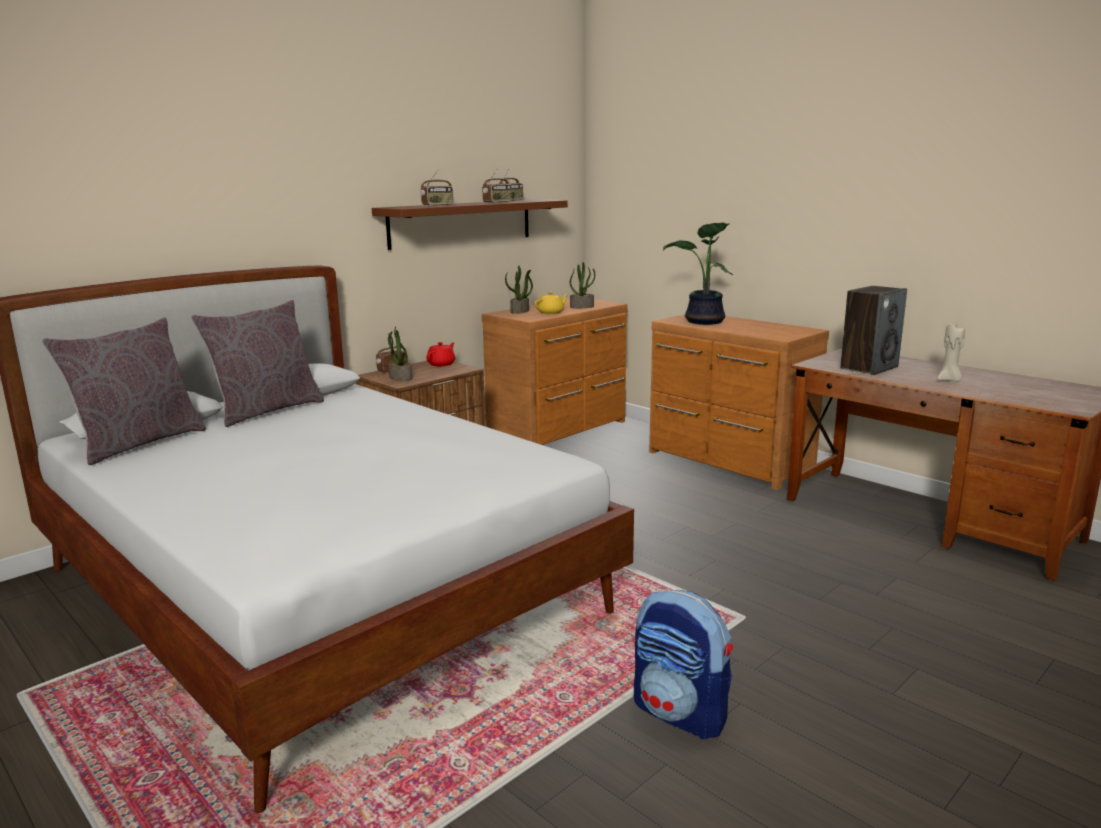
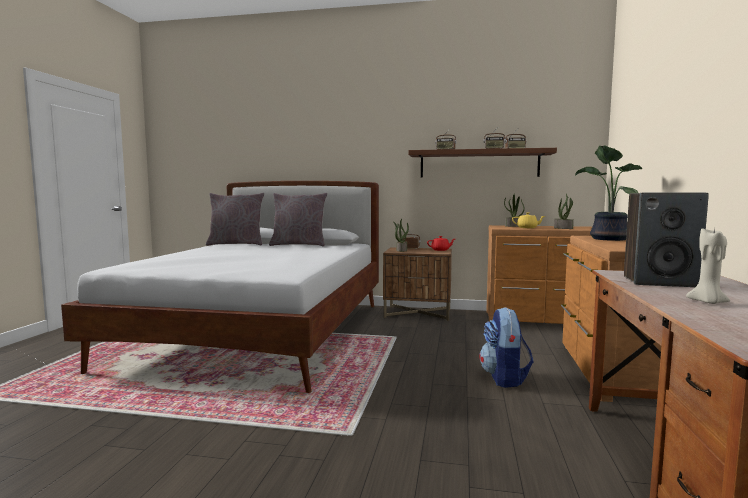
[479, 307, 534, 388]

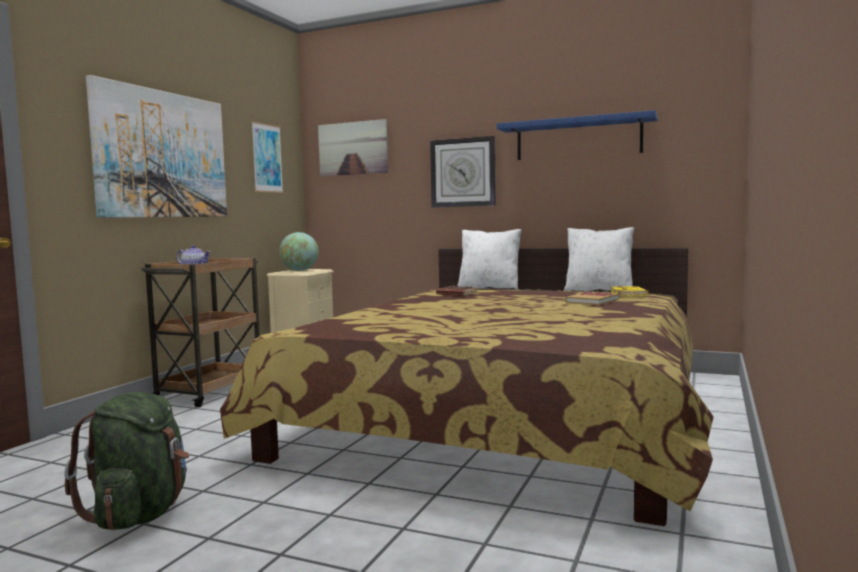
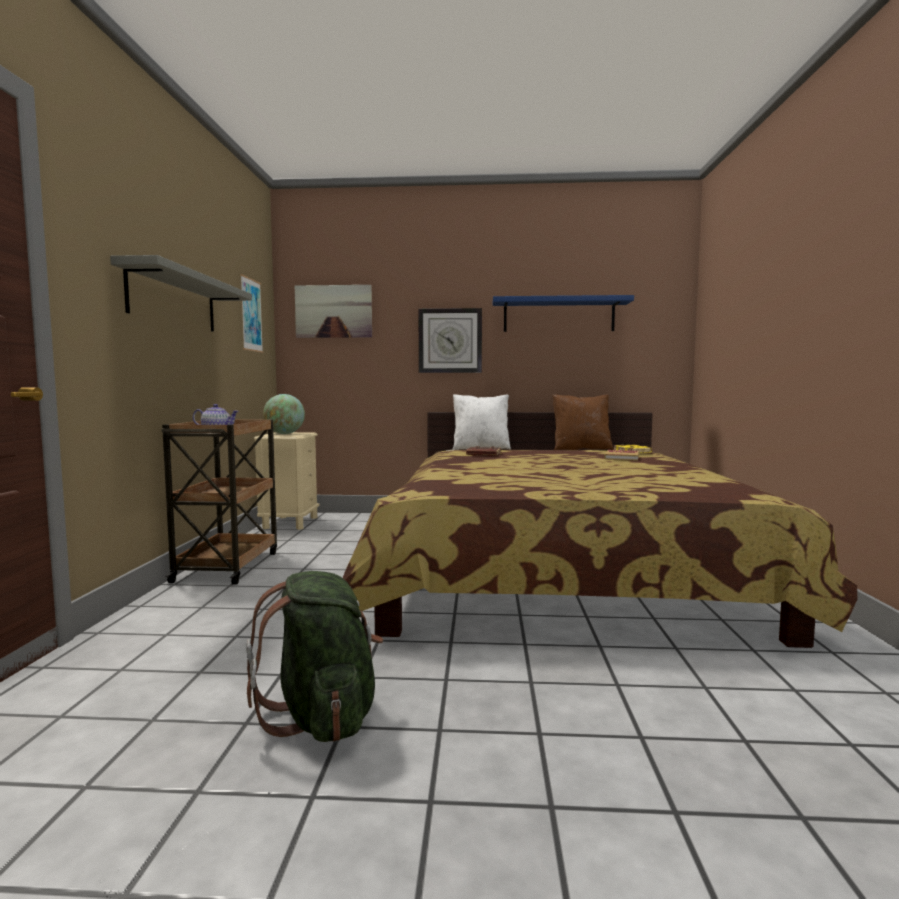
[110, 255, 252, 332]
[552, 394, 614, 450]

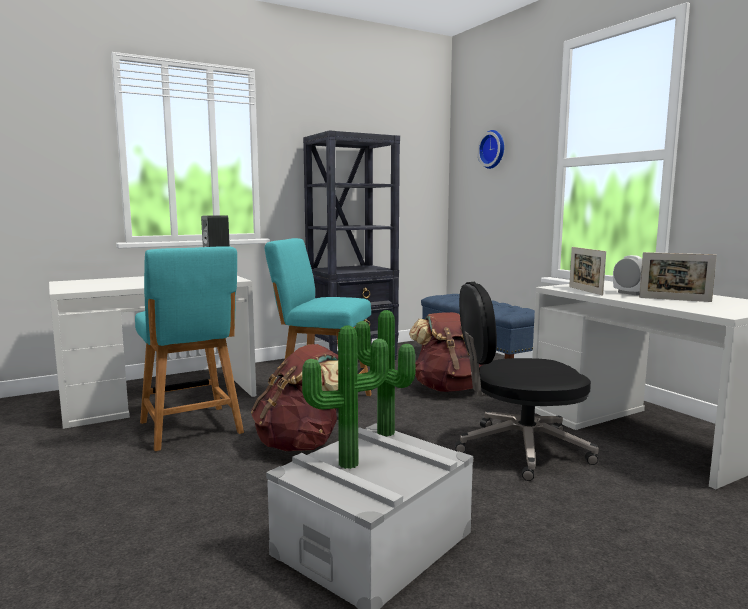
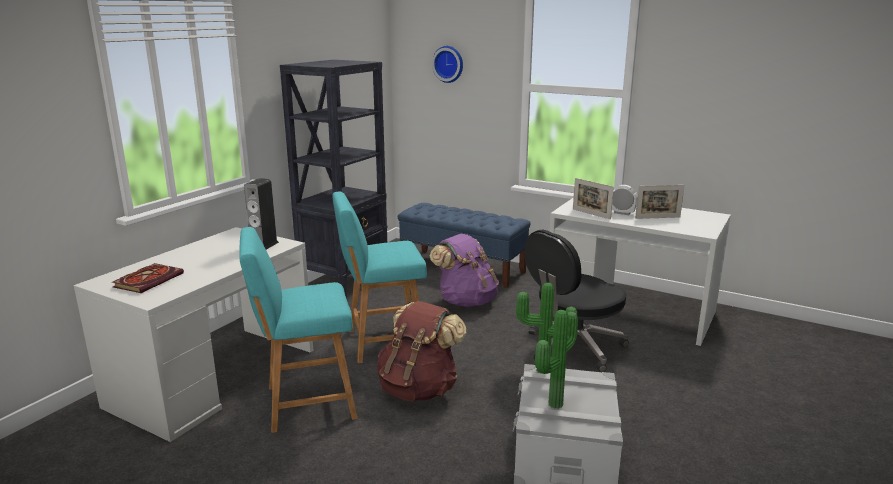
[112, 263, 184, 293]
[430, 234, 499, 307]
[239, 227, 357, 433]

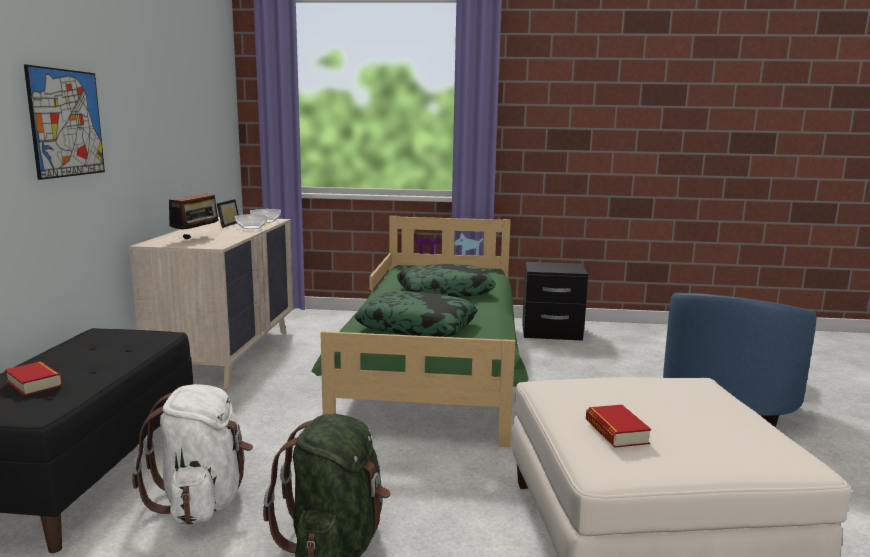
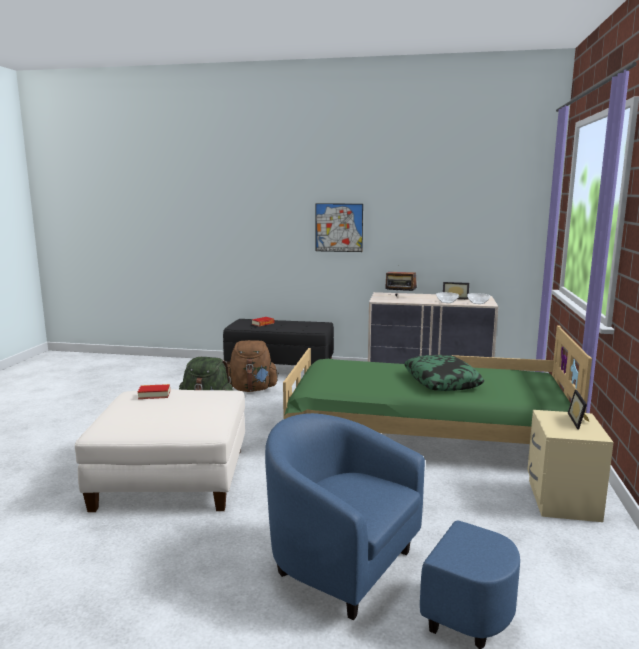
[354, 291, 478, 337] (first image)
[568, 390, 589, 429]
[228, 340, 279, 392]
[527, 410, 614, 522]

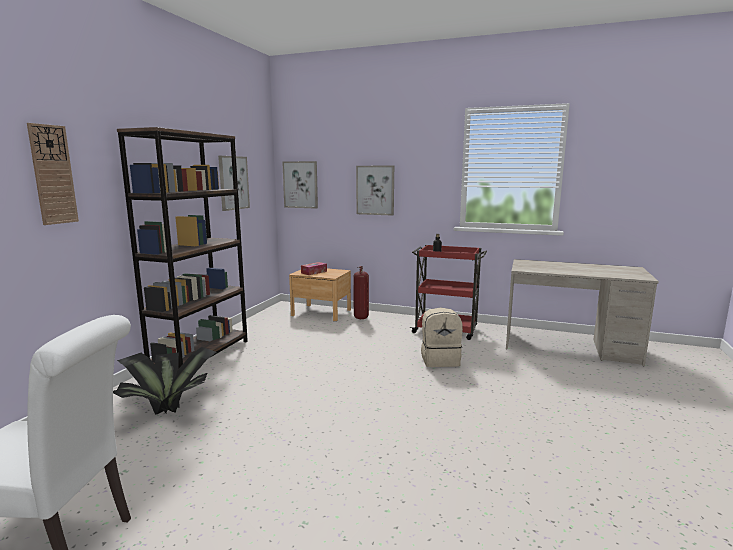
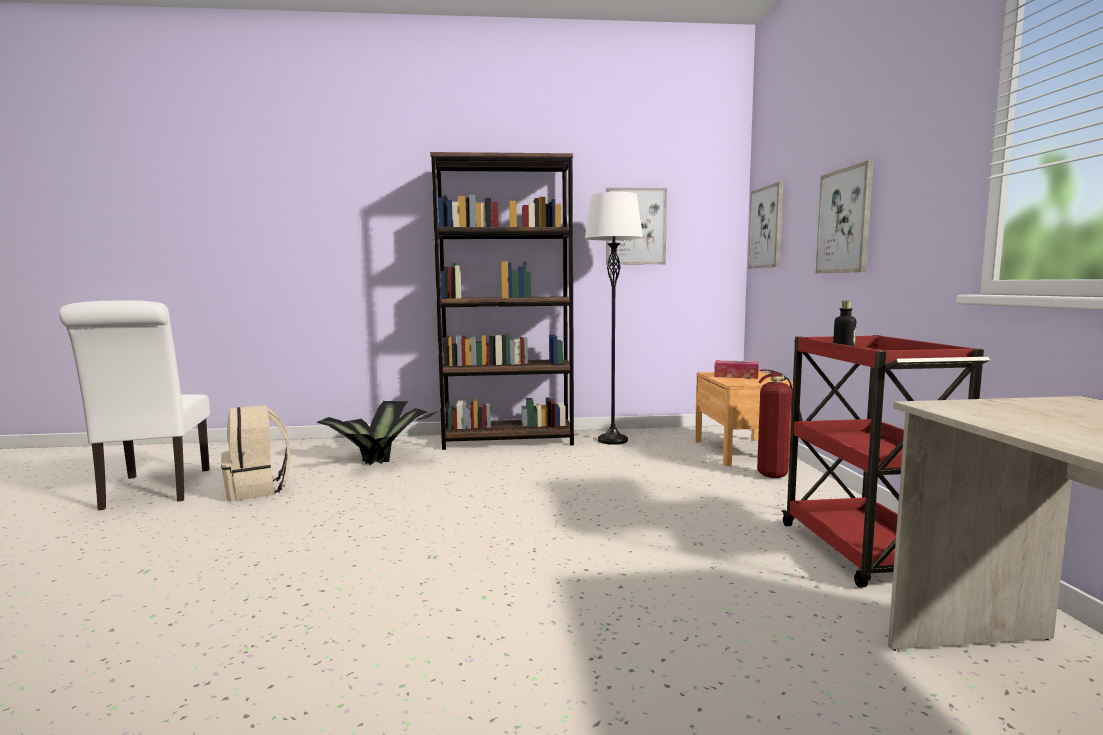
[27, 123, 79, 225] (first image)
[585, 192, 643, 445]
[221, 405, 290, 501]

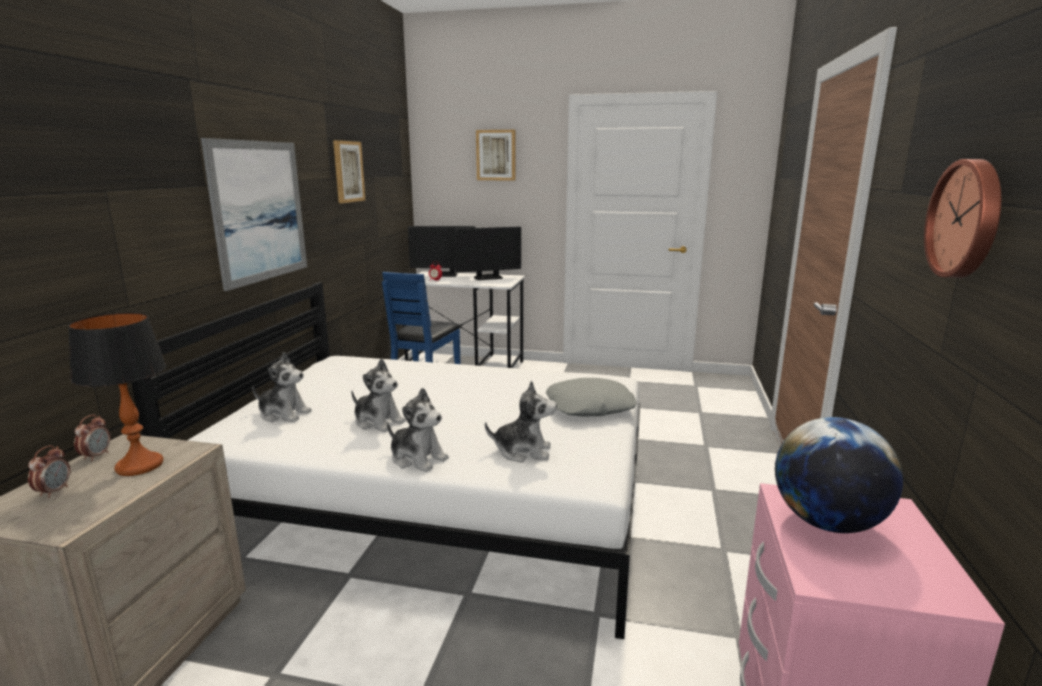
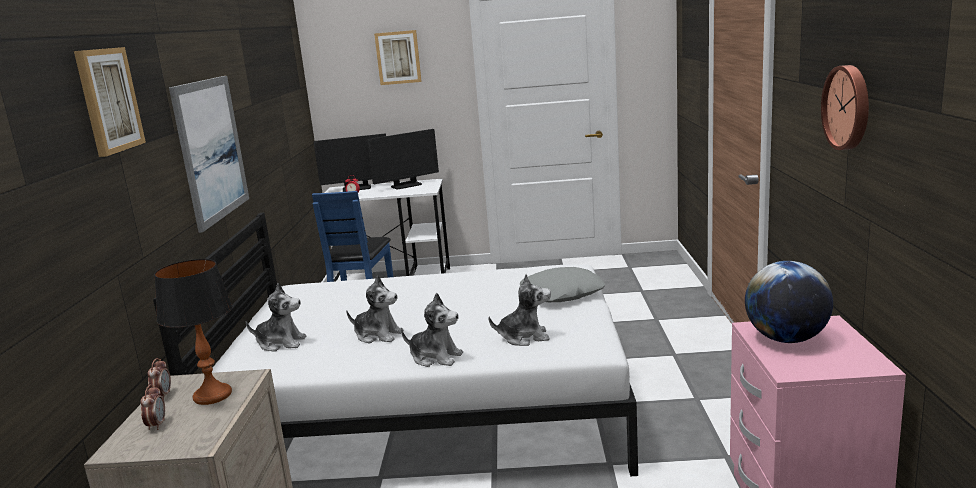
[74, 47, 146, 157]

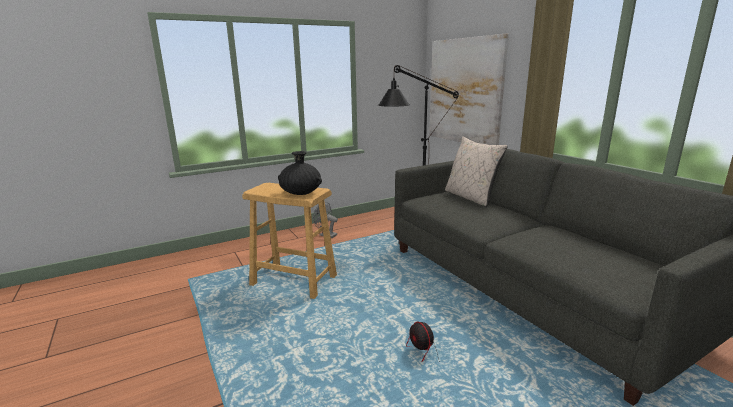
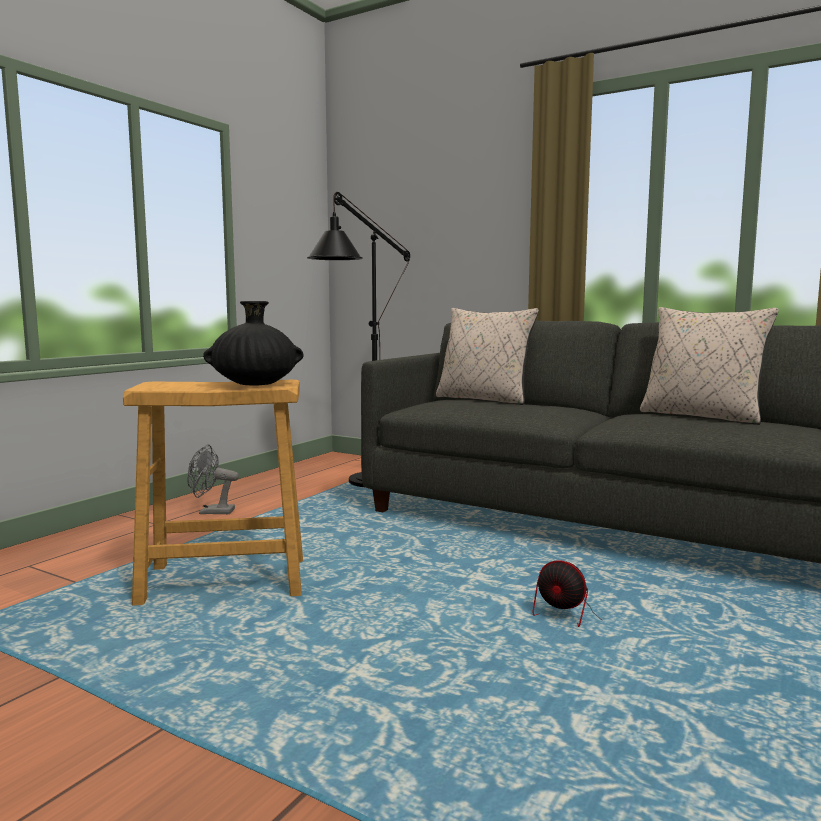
[429, 34, 509, 145] (first image)
[640, 307, 779, 425]

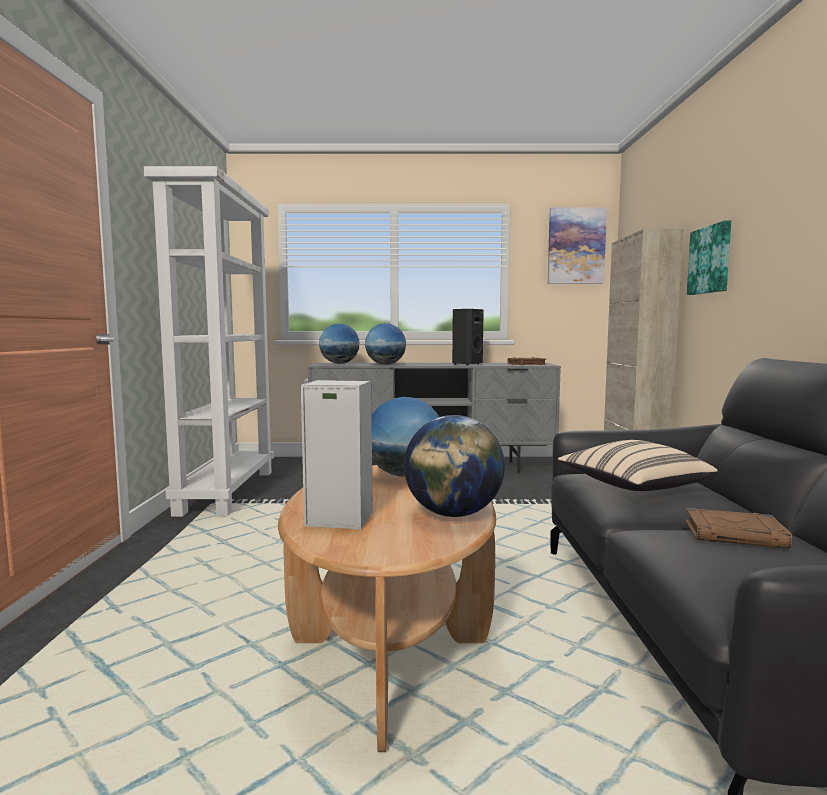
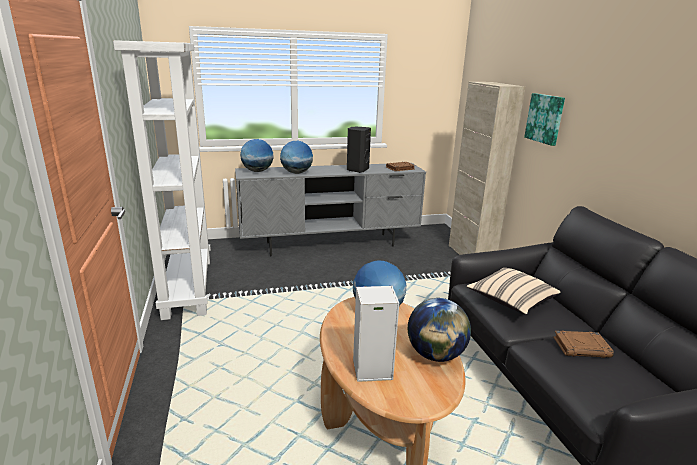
[548, 207, 607, 284] (first image)

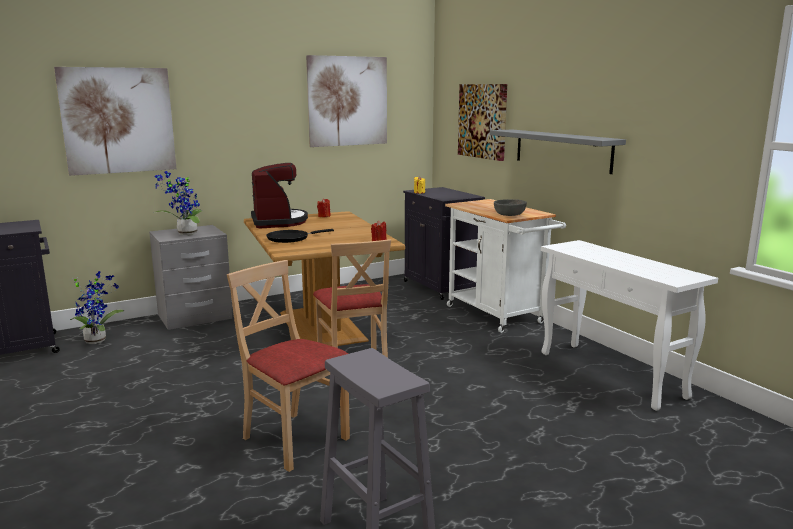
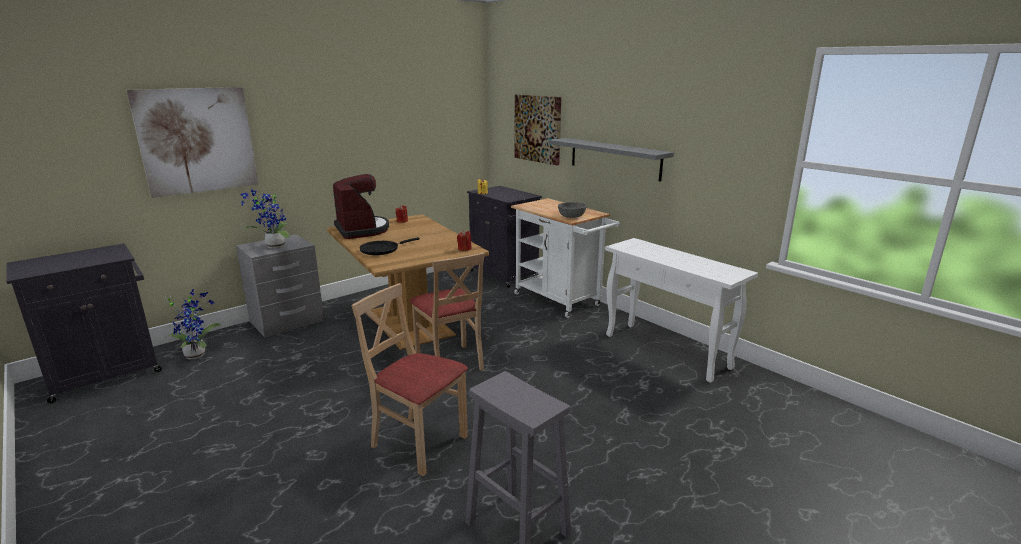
[306, 55, 387, 147] (first image)

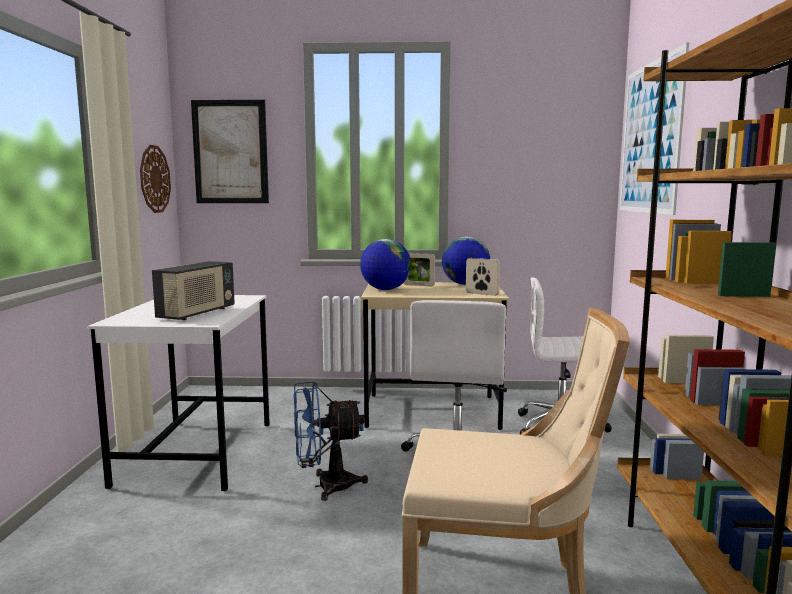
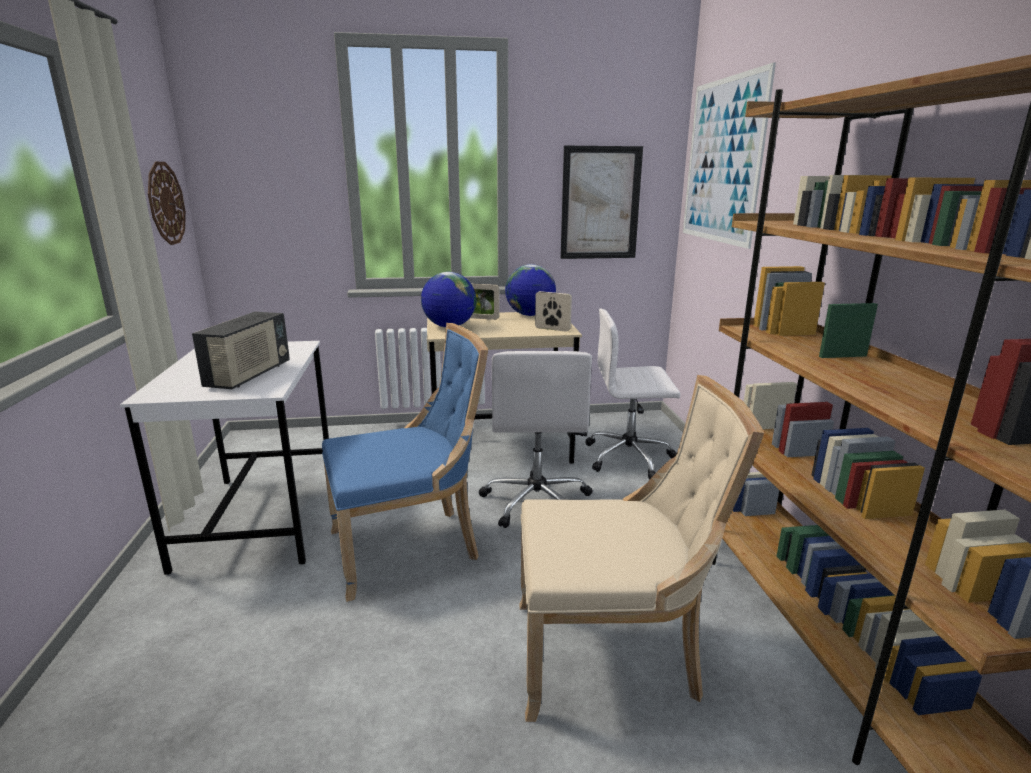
[561, 146, 643, 259]
[322, 323, 488, 602]

